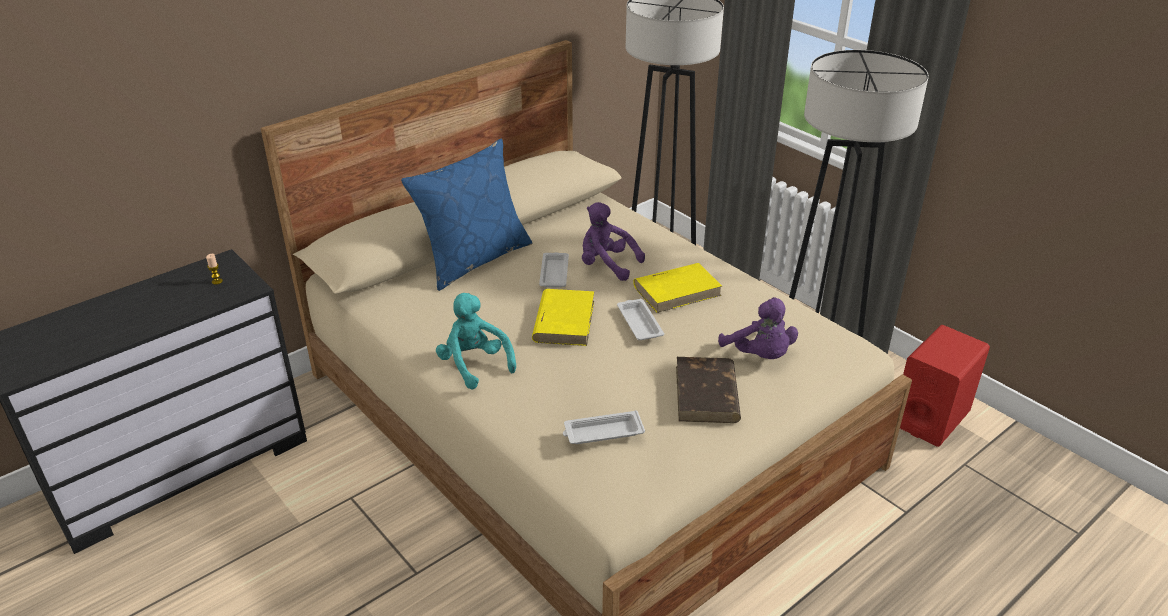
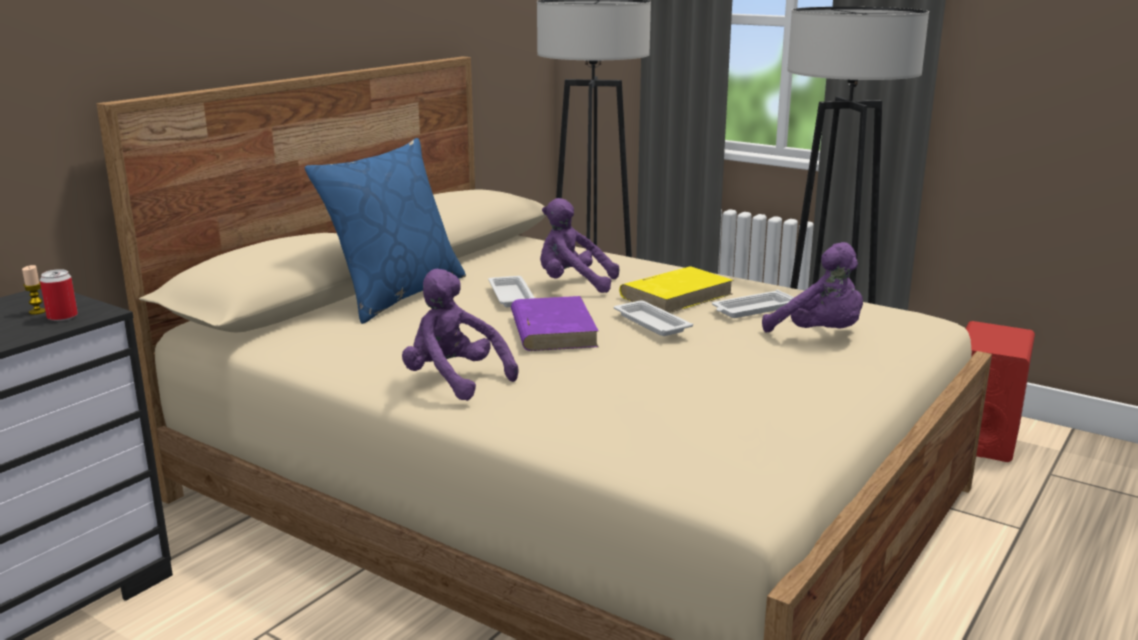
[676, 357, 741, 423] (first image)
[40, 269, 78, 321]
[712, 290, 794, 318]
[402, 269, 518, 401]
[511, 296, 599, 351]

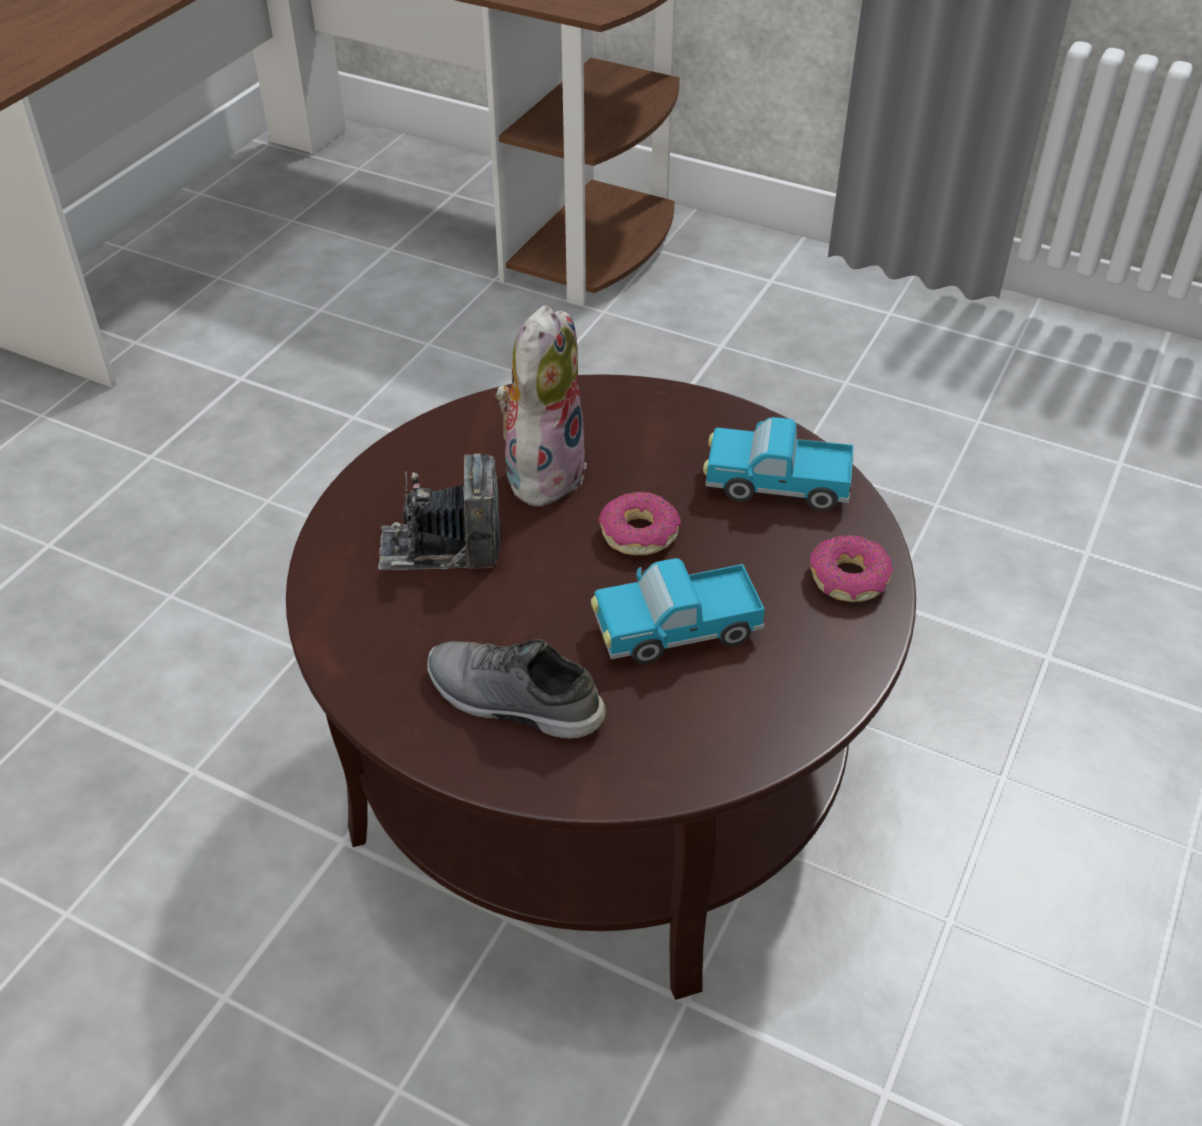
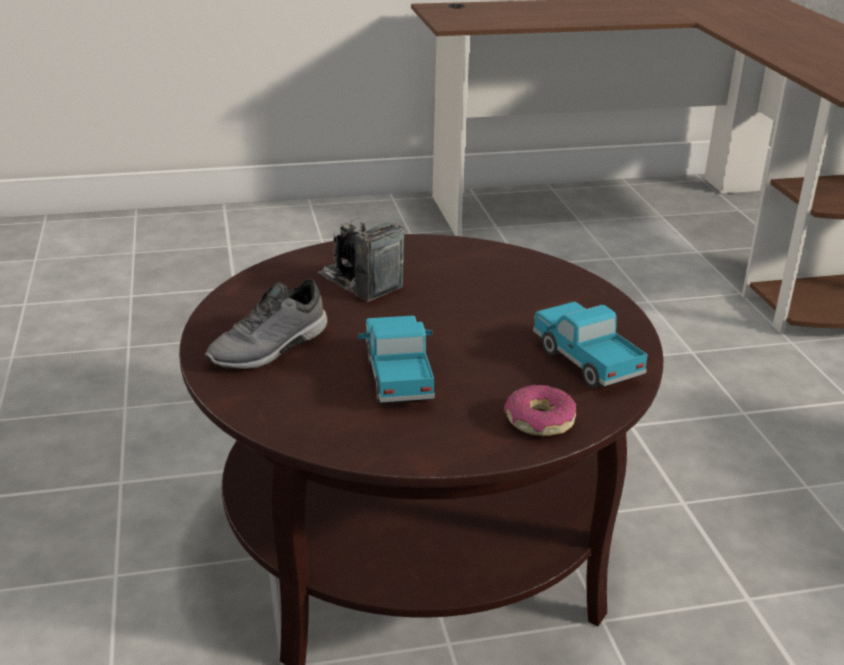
[496, 305, 587, 511] (first image)
[598, 492, 681, 555] (first image)
[205, 279, 328, 370]
[358, 316, 435, 403]

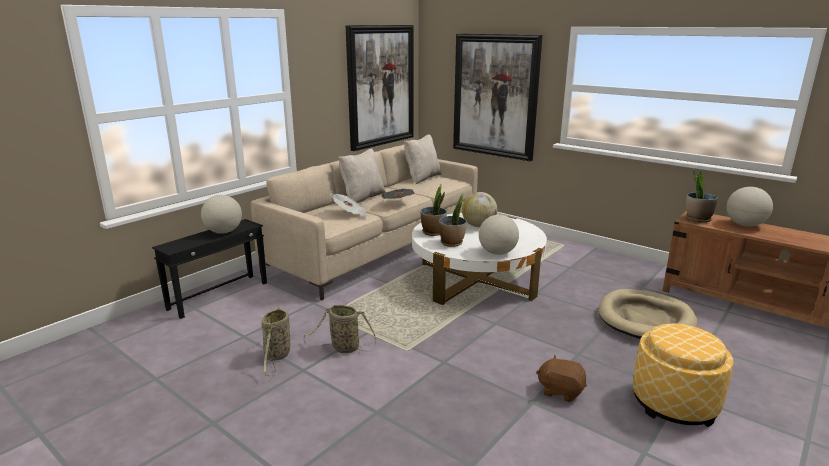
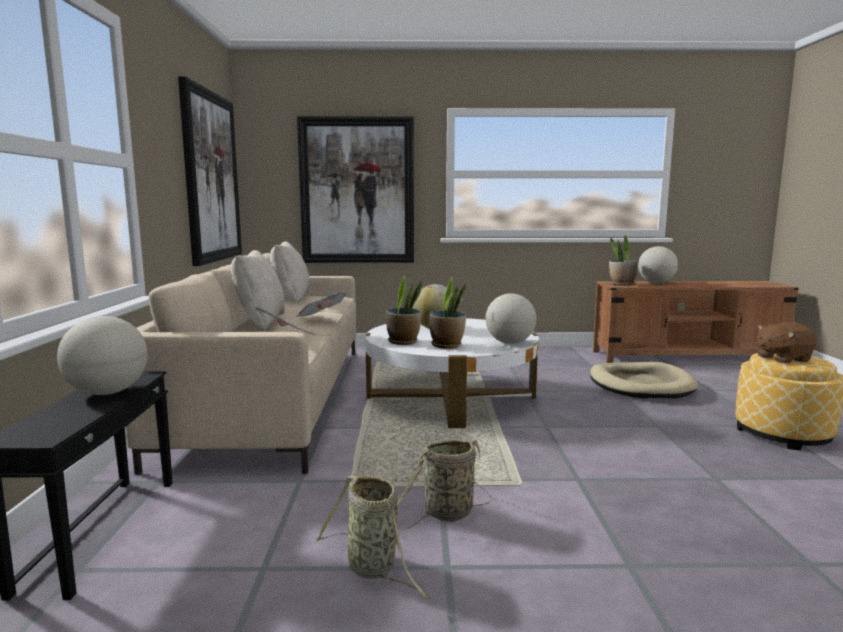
[757, 322, 817, 364]

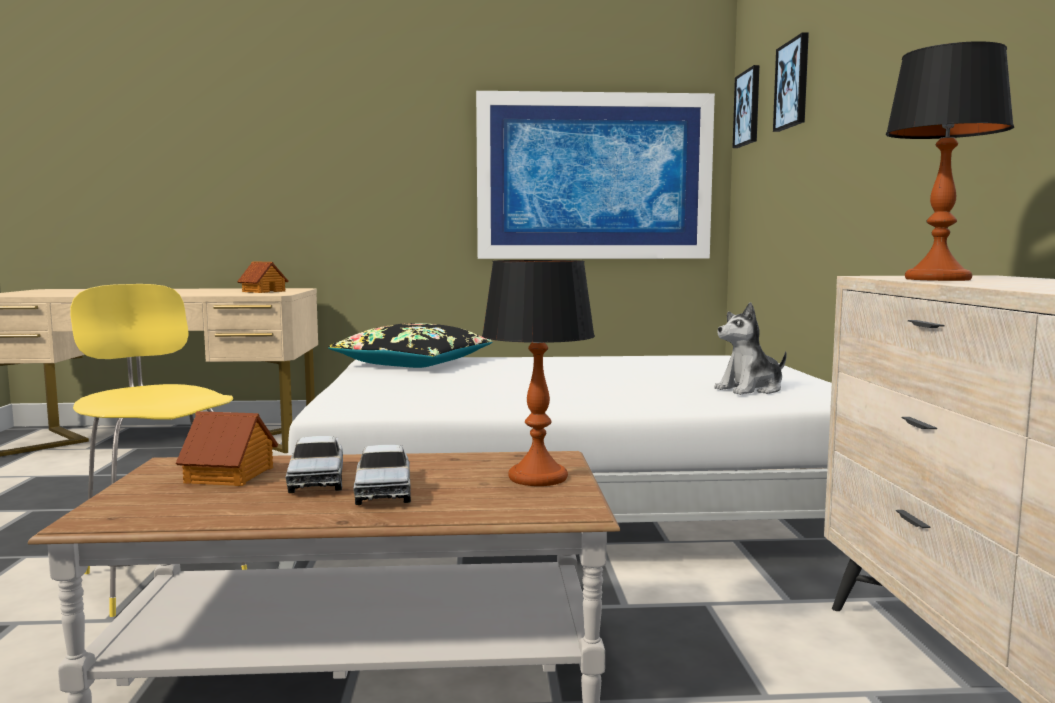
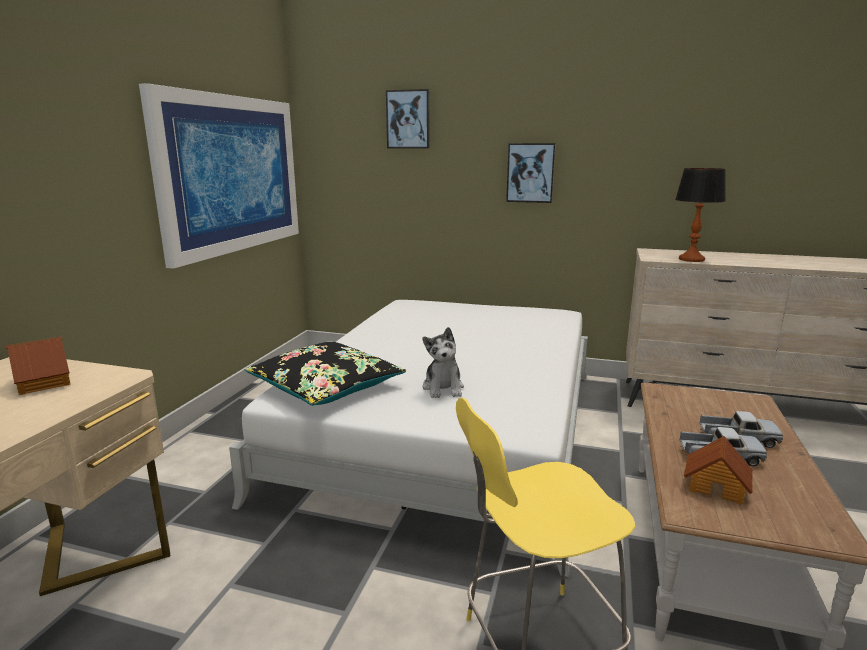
[482, 260, 595, 486] (first image)
[423, 327, 464, 398]
[506, 143, 556, 203]

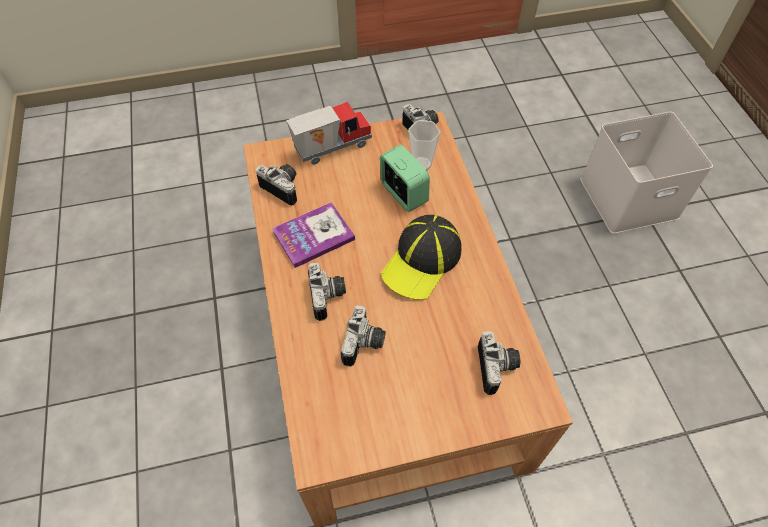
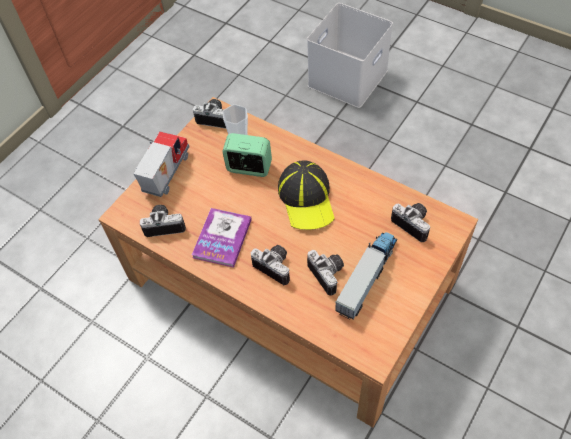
[335, 232, 397, 320]

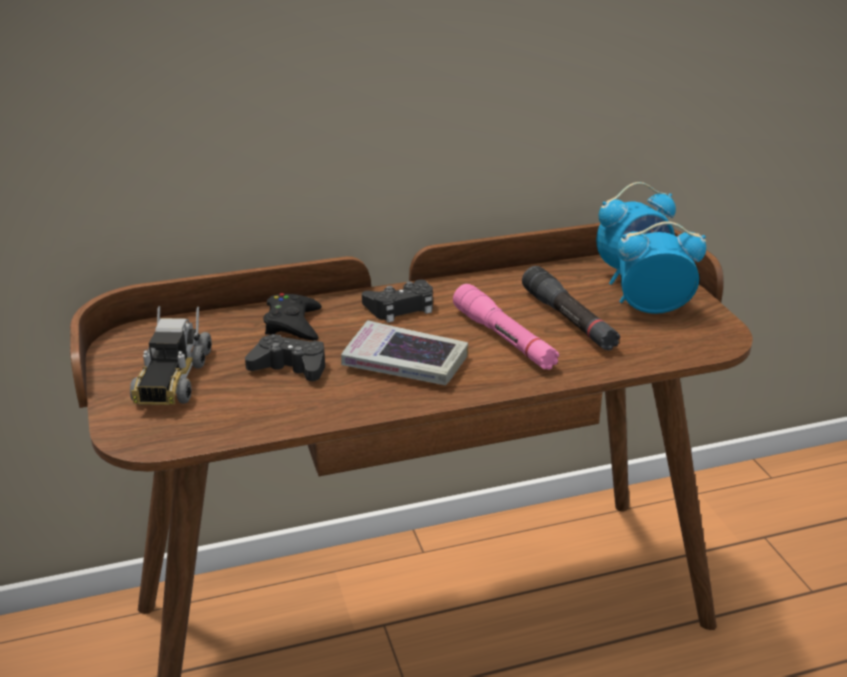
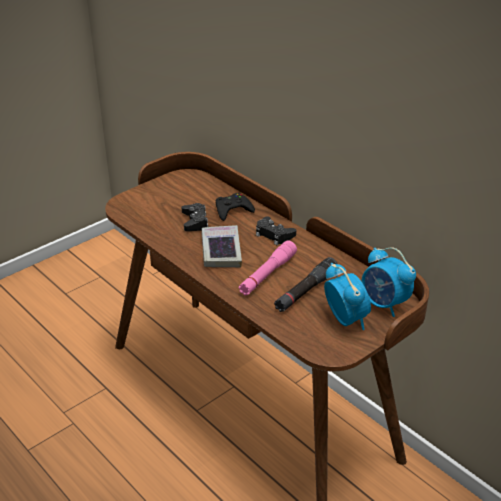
[130, 306, 212, 405] (first image)

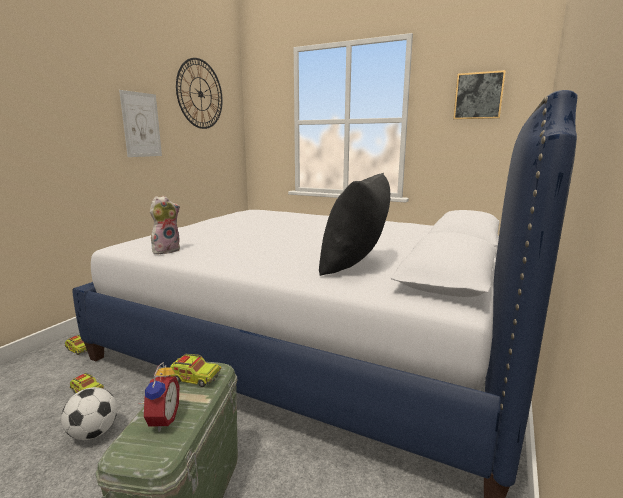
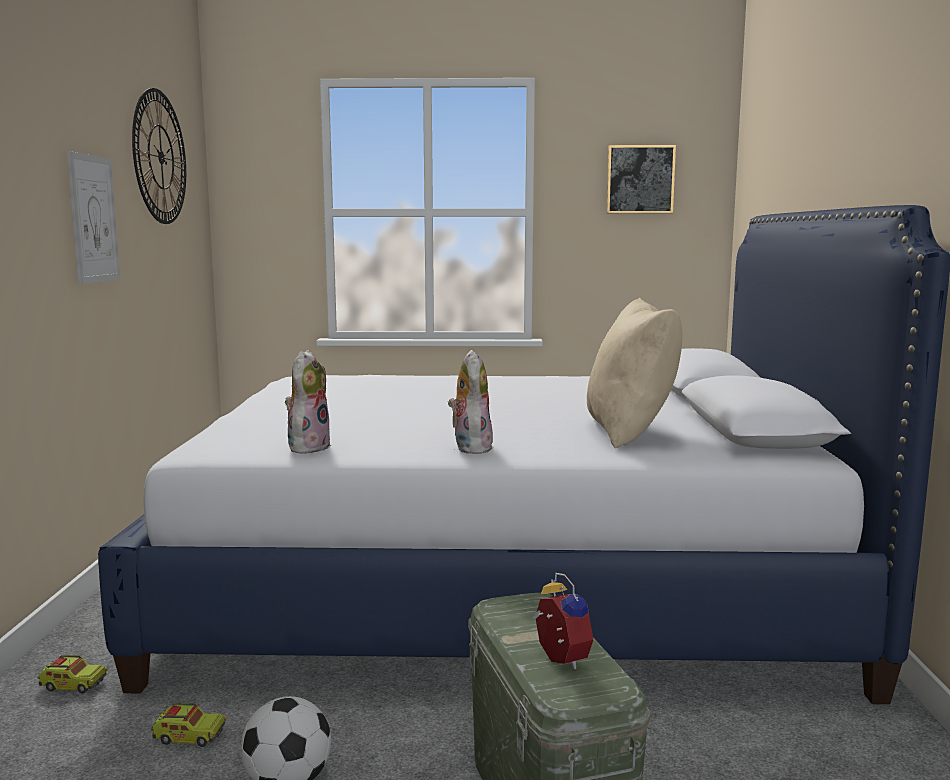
[168, 354, 221, 387] (first image)
[448, 350, 493, 454]
[587, 298, 683, 448]

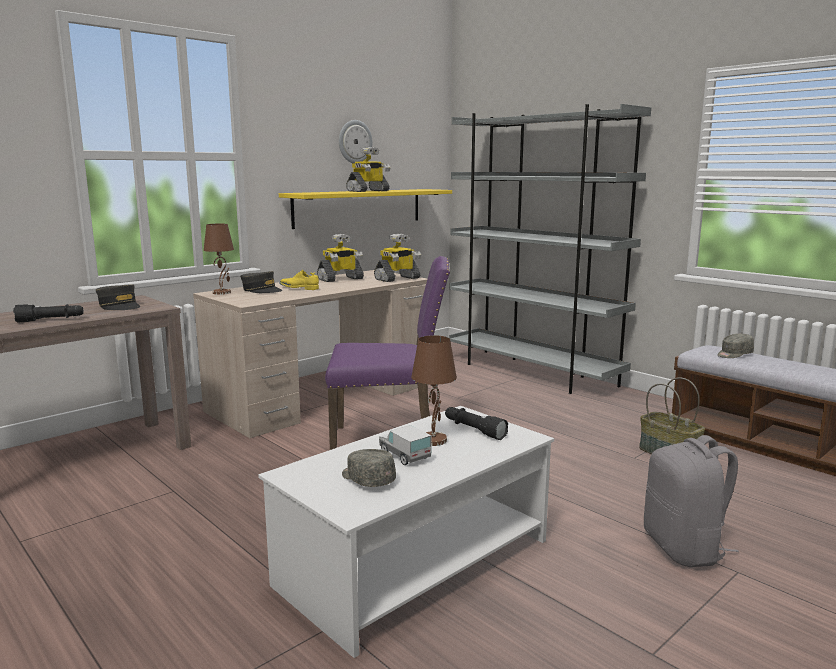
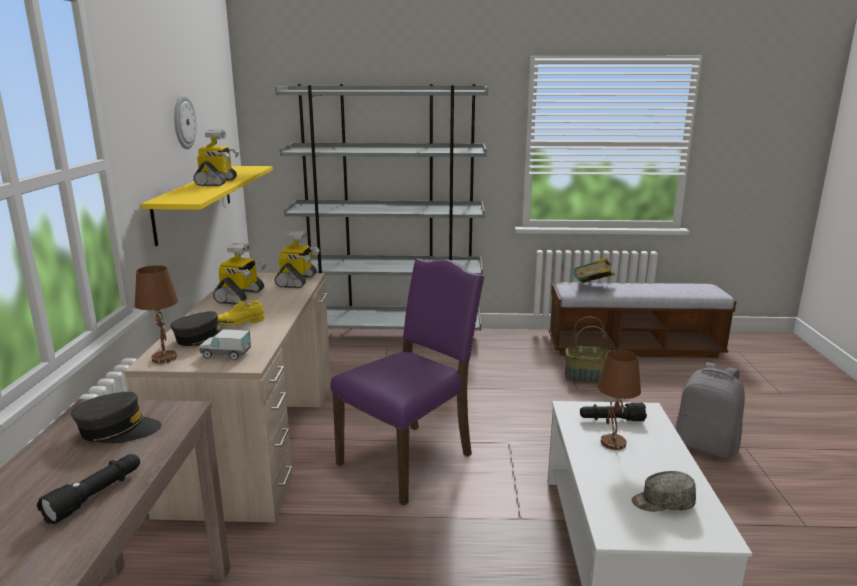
[199, 329, 251, 360]
[574, 258, 615, 283]

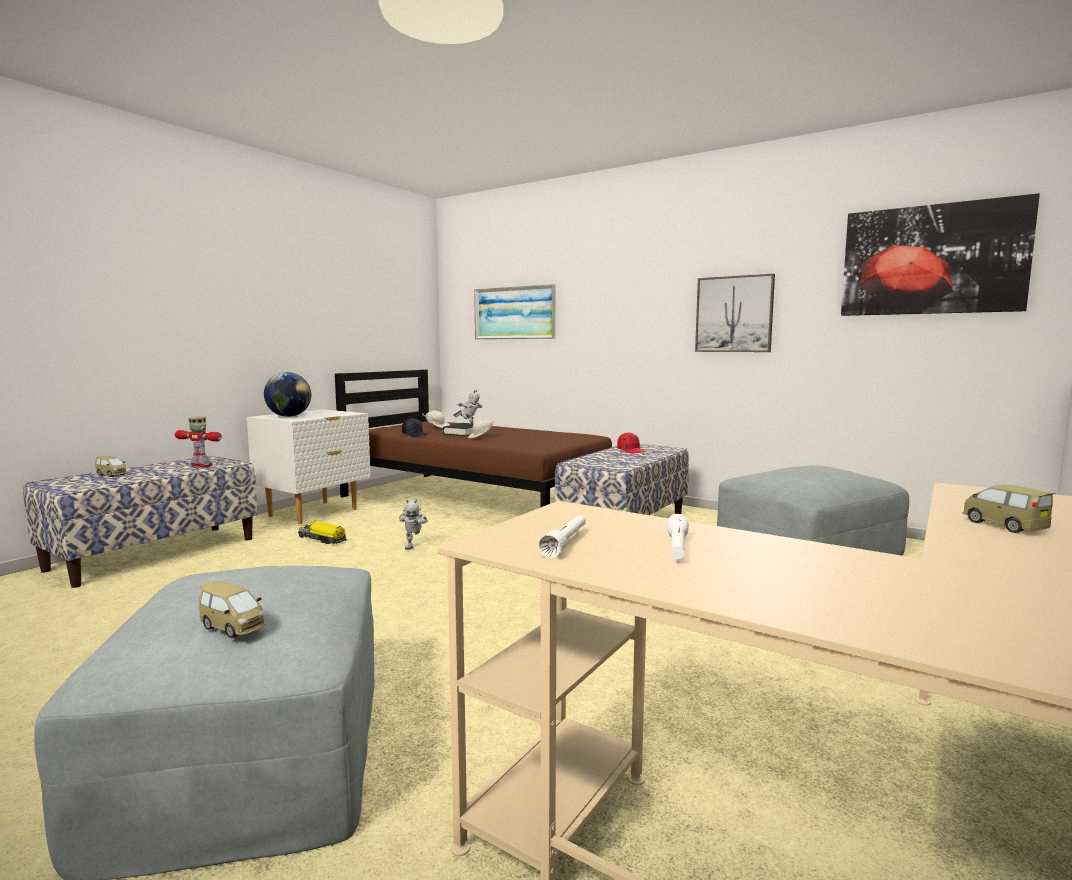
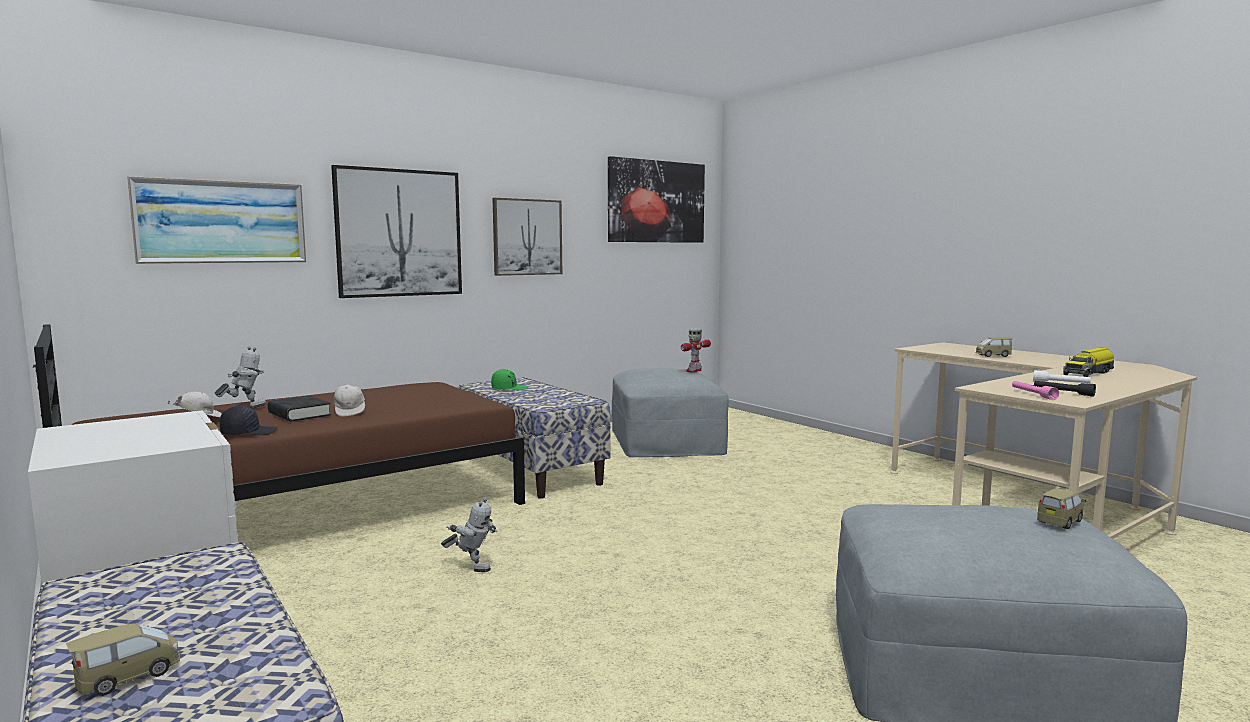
[264, 372, 311, 417] (first image)
[331, 165, 462, 298]
[1012, 381, 1059, 400]
[681, 329, 711, 372]
[1063, 348, 1114, 377]
[1034, 381, 1096, 397]
[491, 369, 528, 391]

